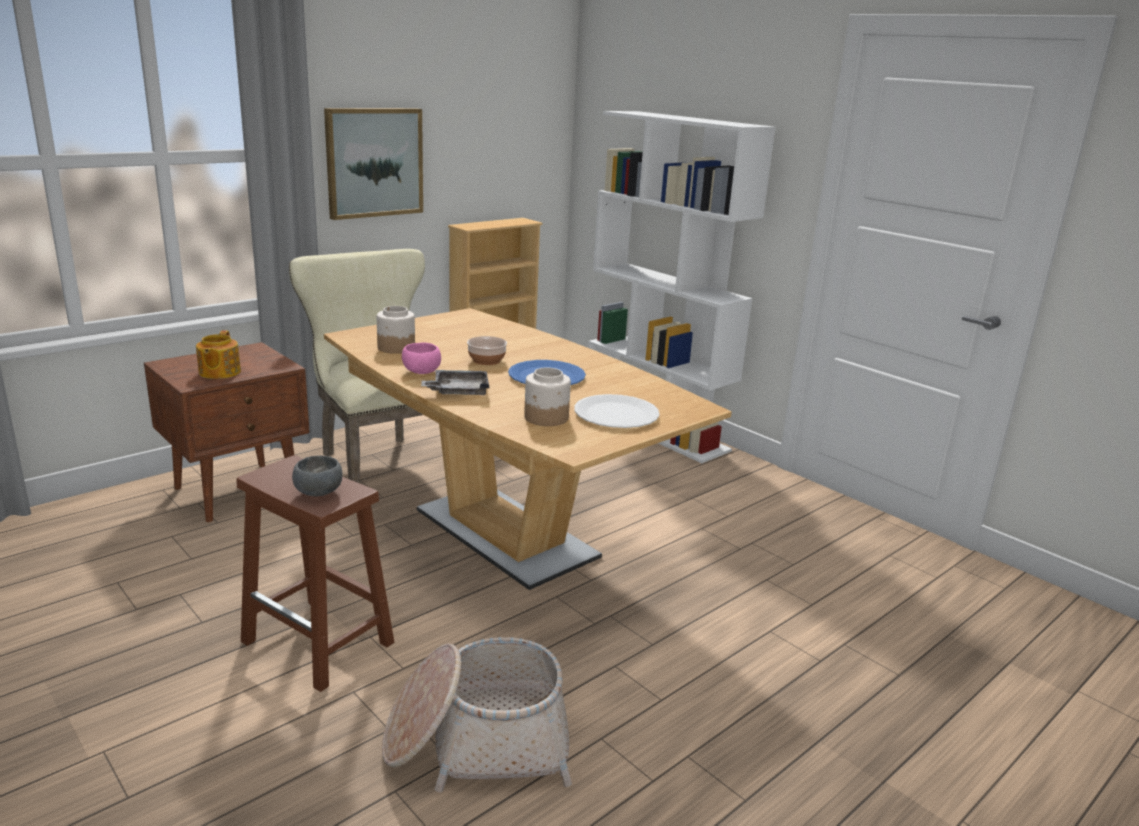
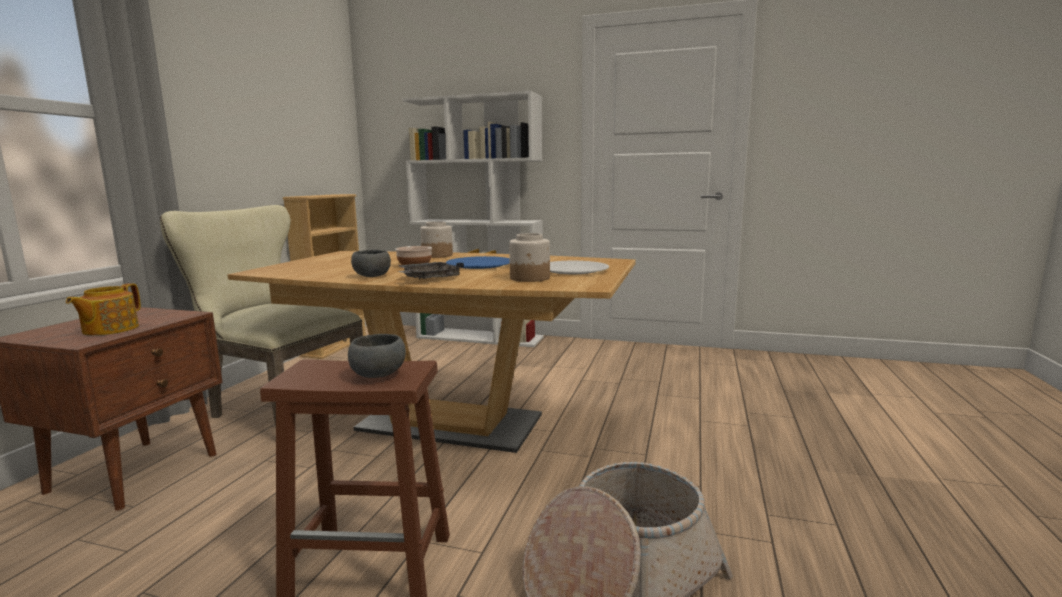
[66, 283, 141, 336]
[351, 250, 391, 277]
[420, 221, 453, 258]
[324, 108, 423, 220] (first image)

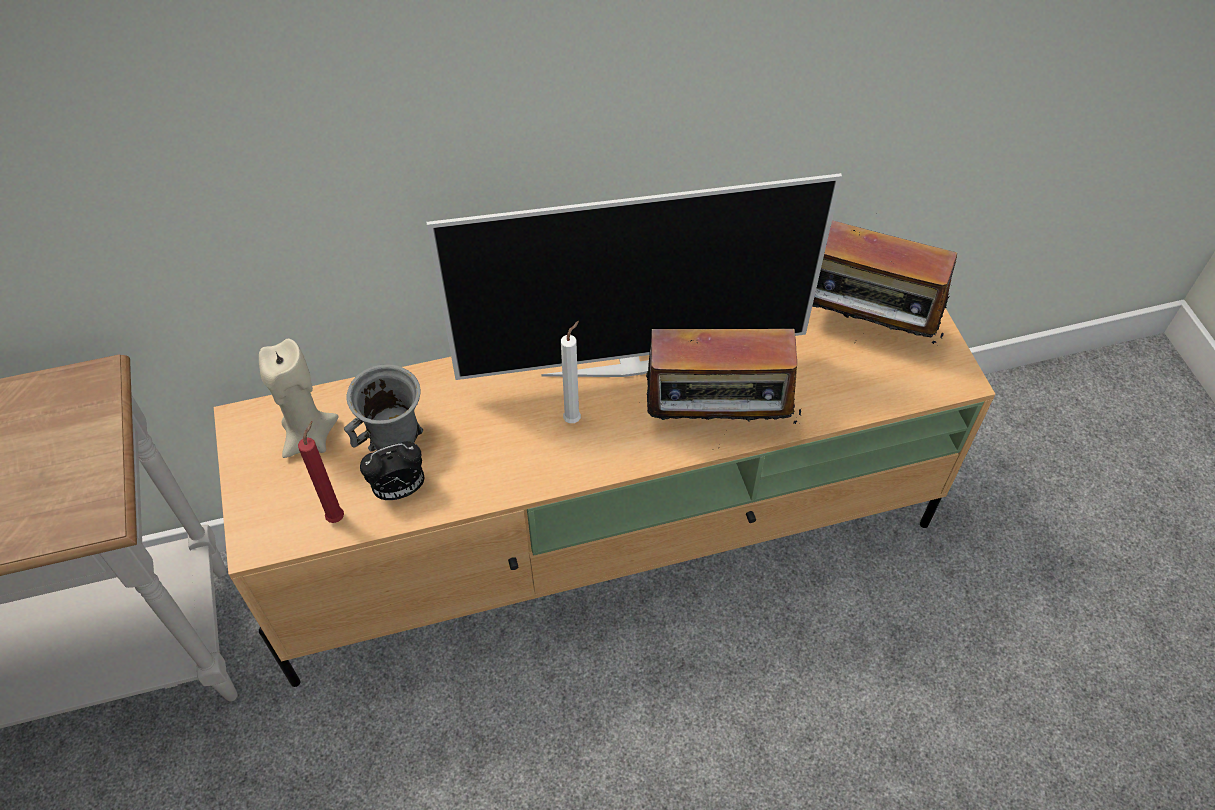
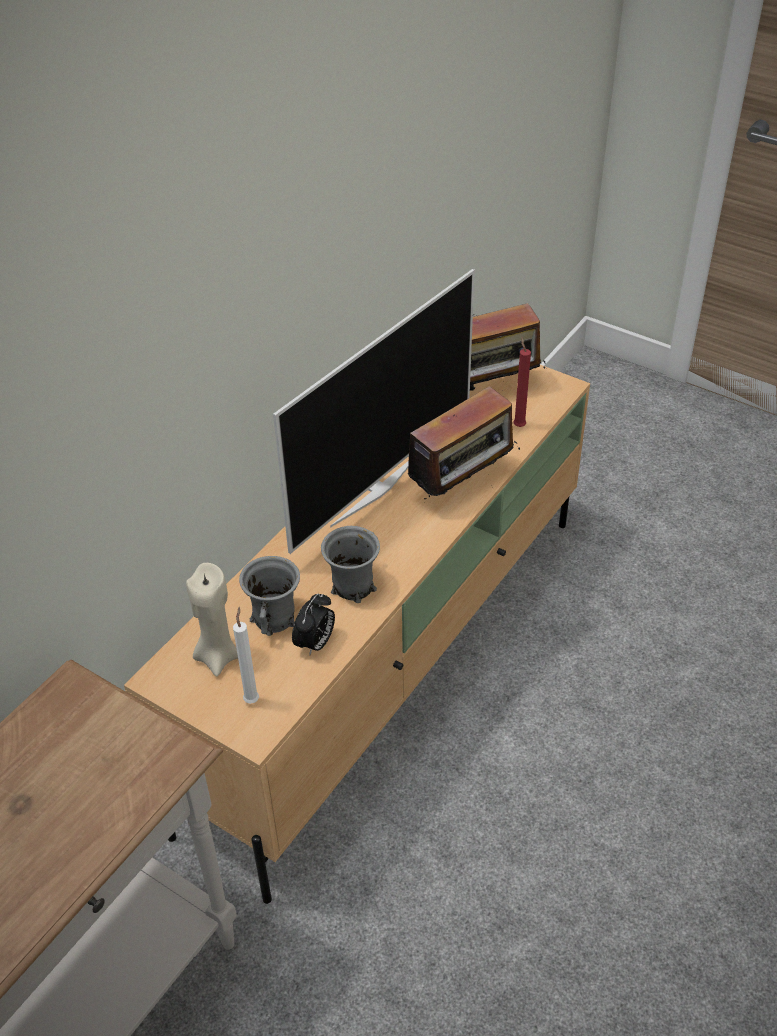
[233, 607, 259, 704]
[321, 526, 380, 603]
[513, 337, 531, 427]

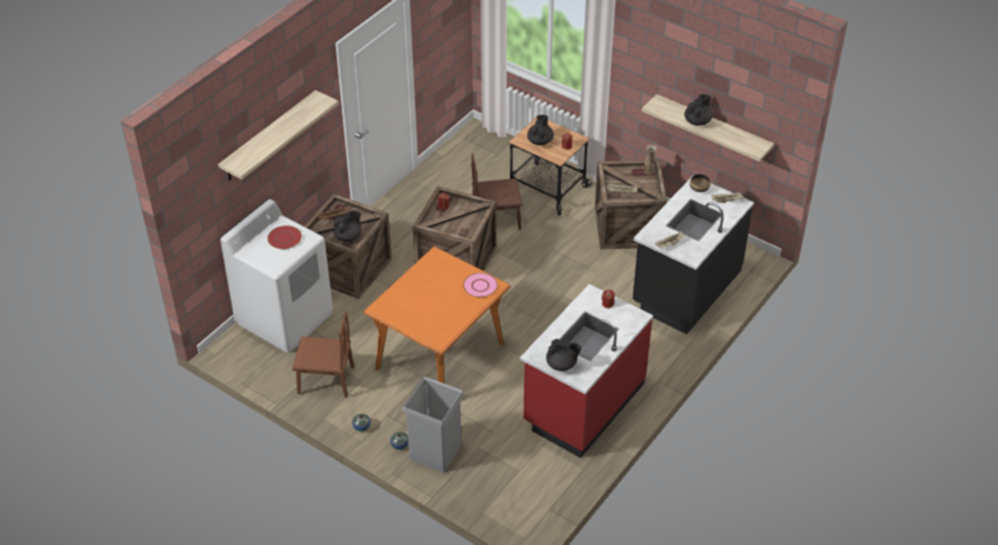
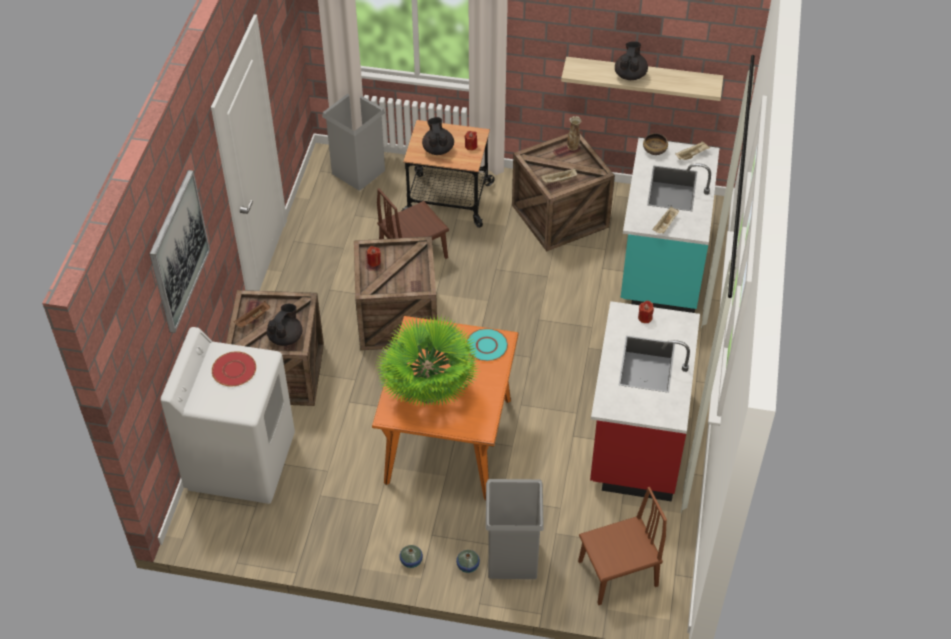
[149, 170, 210, 333]
[322, 94, 385, 191]
[376, 315, 481, 407]
[466, 328, 508, 361]
[578, 487, 667, 605]
[621, 138, 719, 313]
[546, 339, 581, 371] (first image)

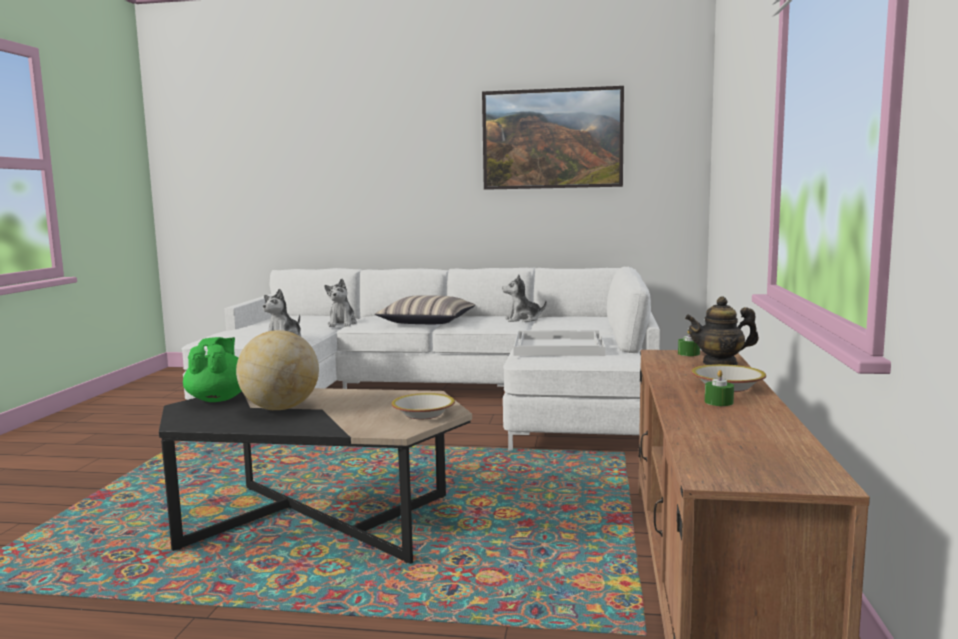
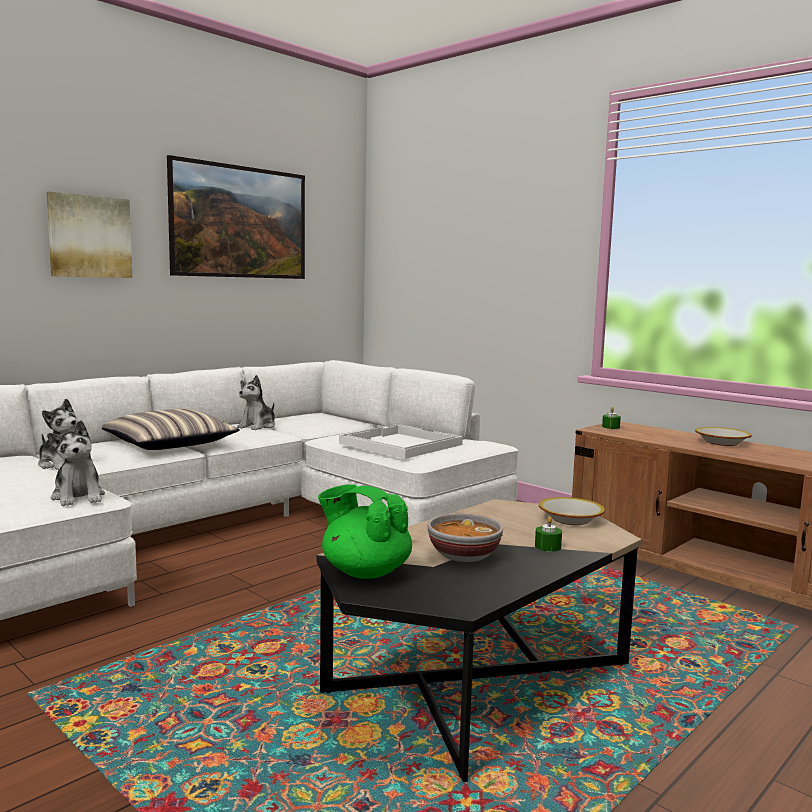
[47, 191, 132, 278]
[428, 513, 503, 562]
[535, 517, 562, 552]
[685, 296, 759, 365] (first image)

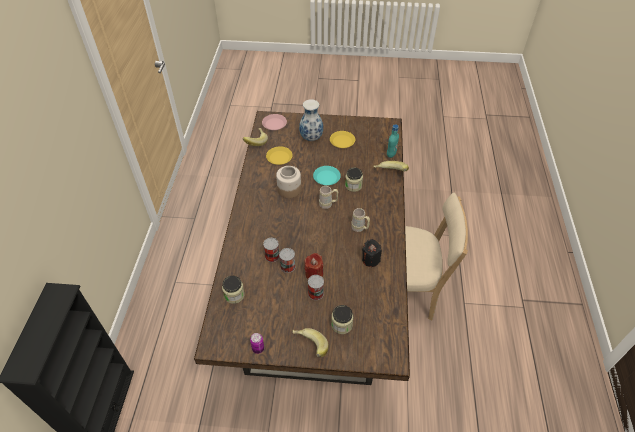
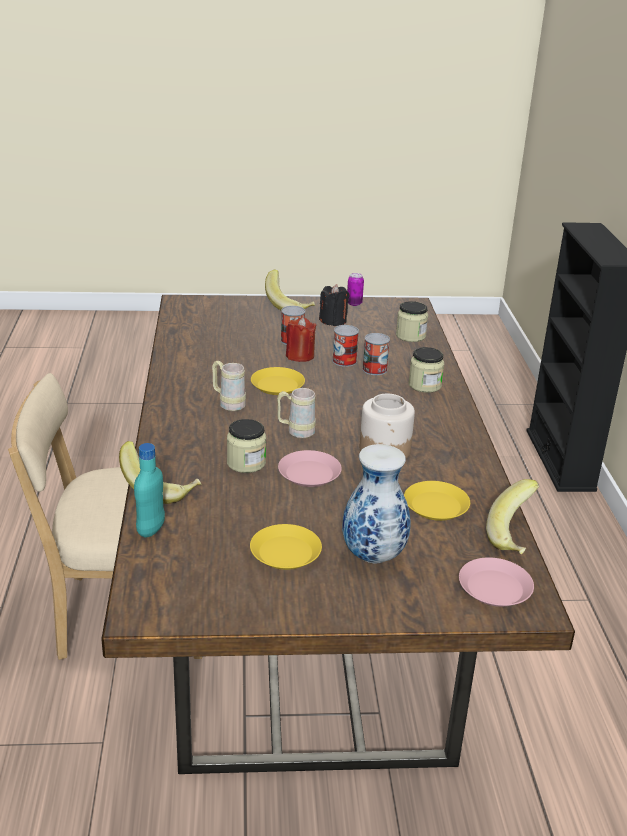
[251, 367, 305, 395]
[278, 450, 342, 487]
[319, 284, 349, 326]
[408, 347, 444, 393]

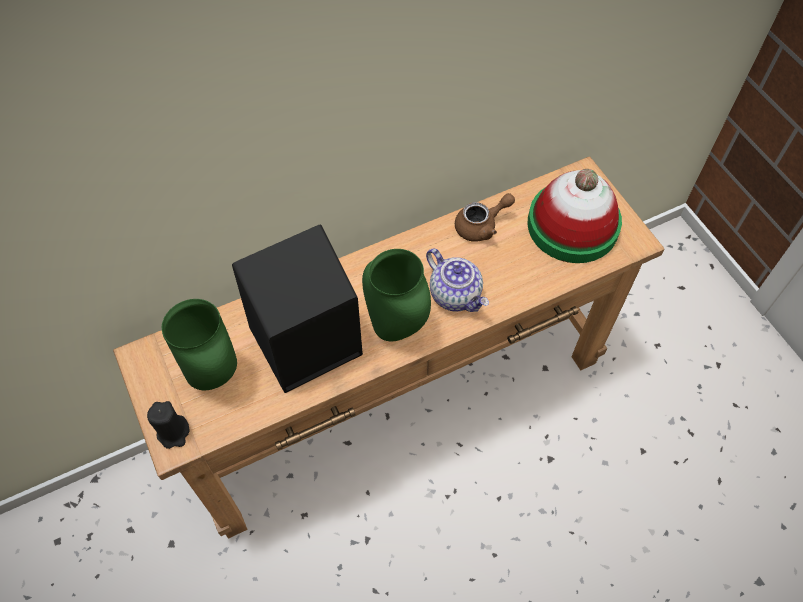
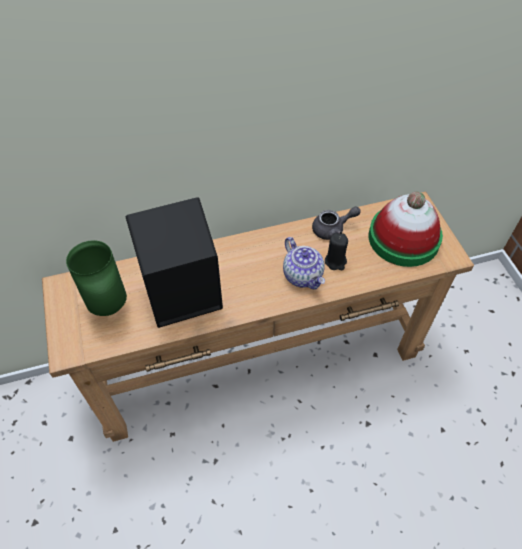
[312, 206, 361, 240]
[325, 233, 348, 270]
[362, 249, 431, 342] (first image)

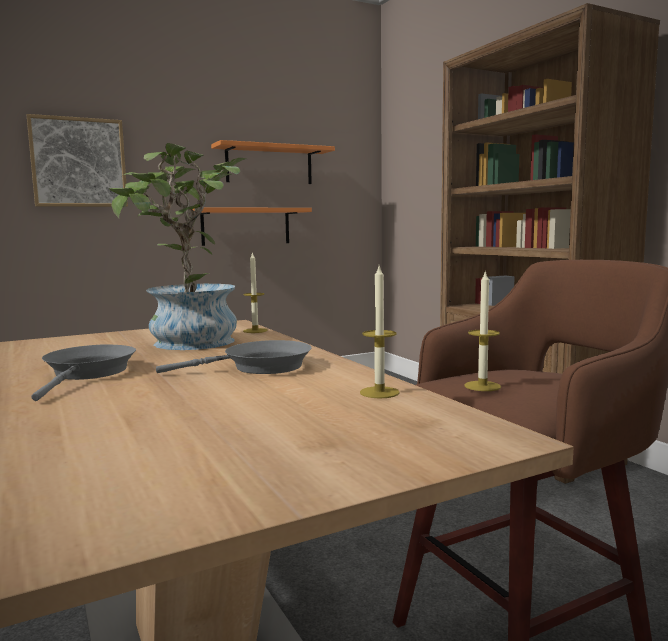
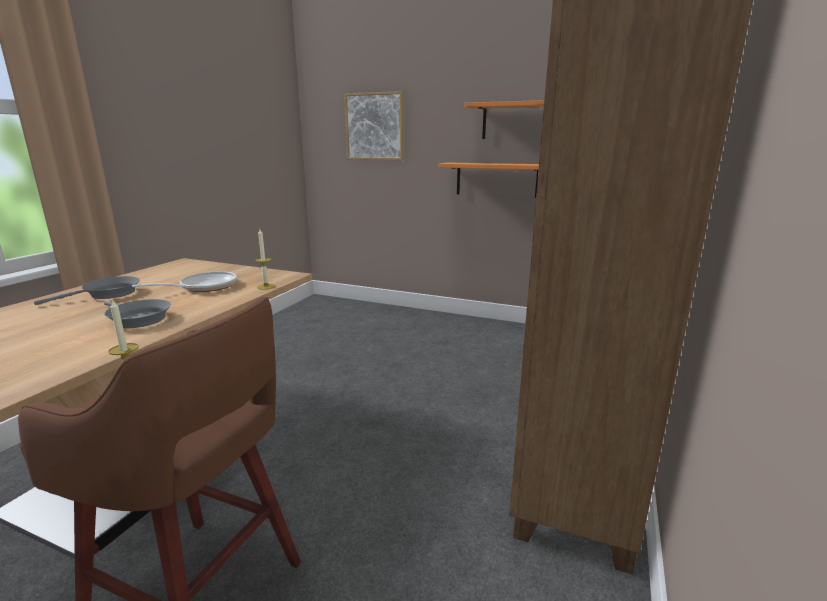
[132, 271, 237, 292]
[360, 266, 400, 398] (first image)

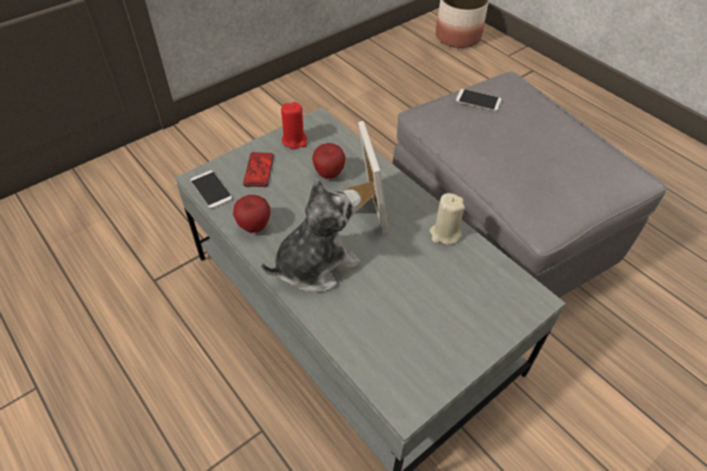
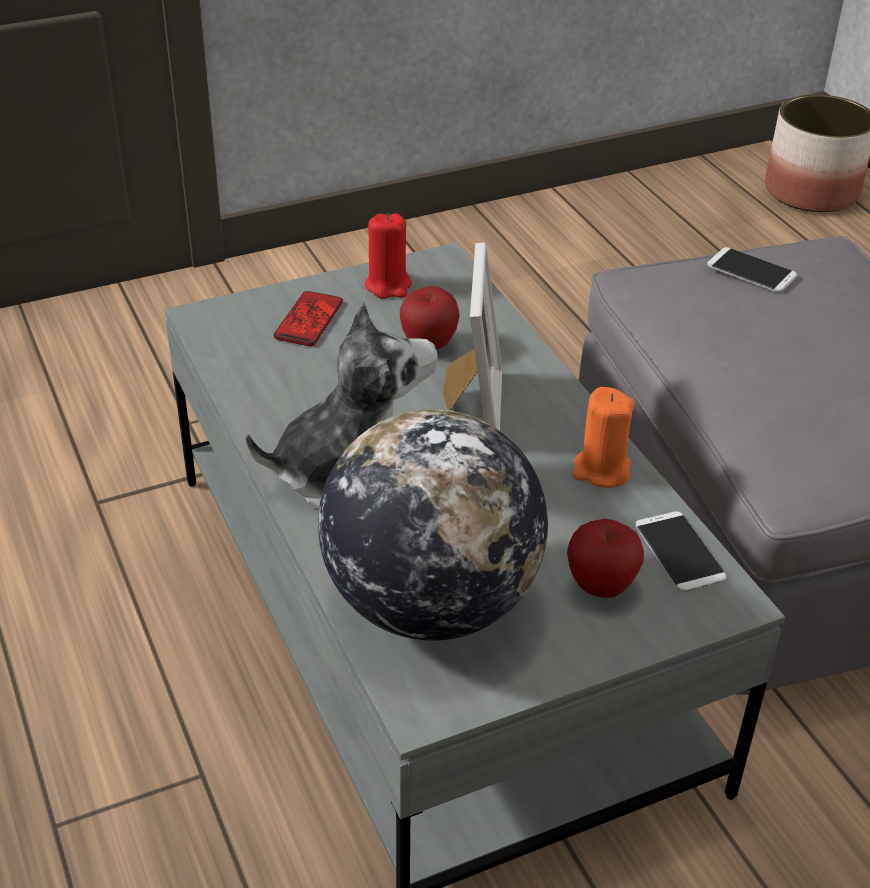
[318, 409, 548, 641]
[567, 519, 644, 598]
[573, 387, 635, 488]
[635, 511, 727, 592]

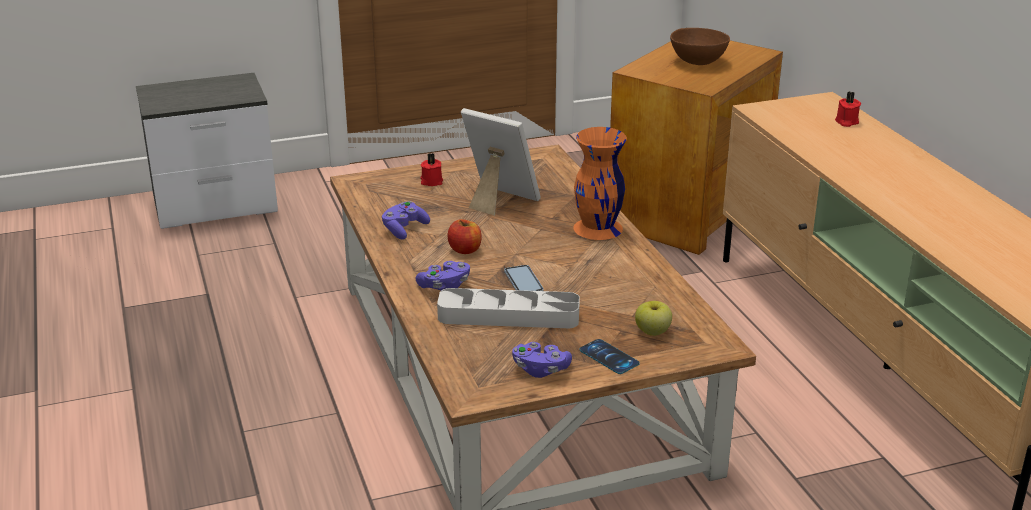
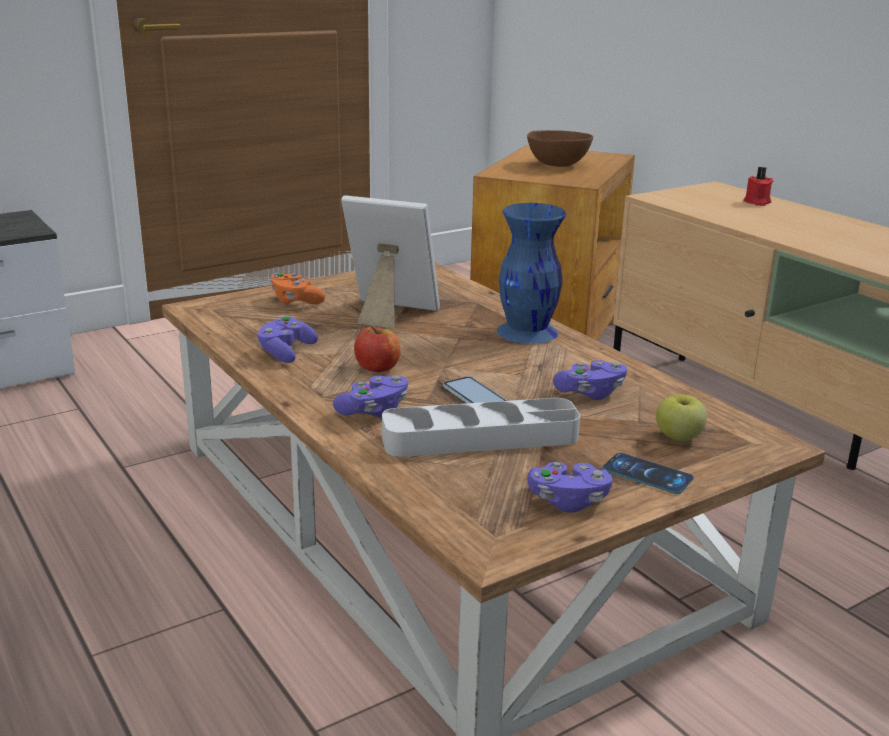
[270, 273, 325, 305]
[497, 203, 566, 344]
[553, 360, 627, 400]

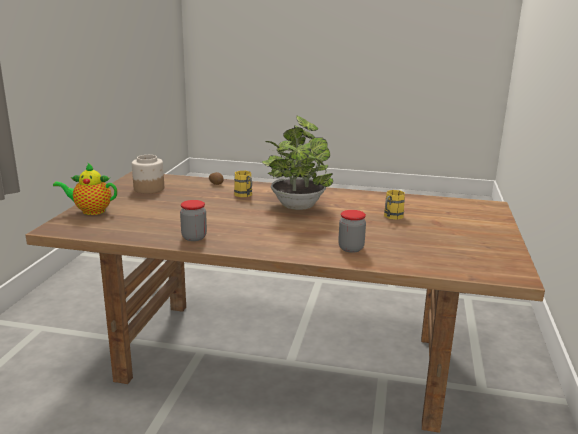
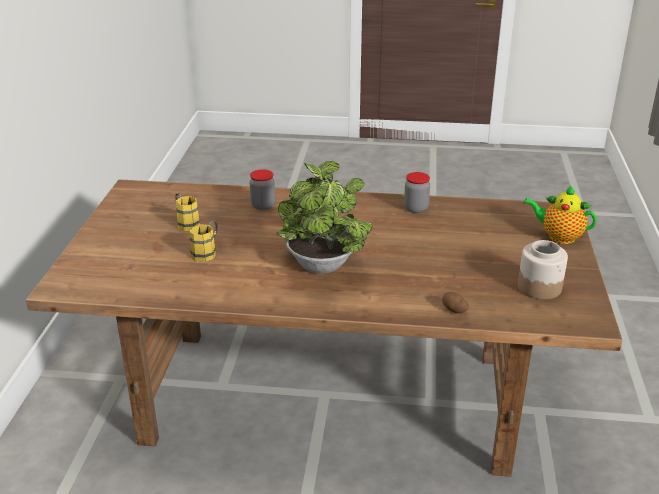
[175, 193, 200, 231]
[523, 185, 597, 244]

